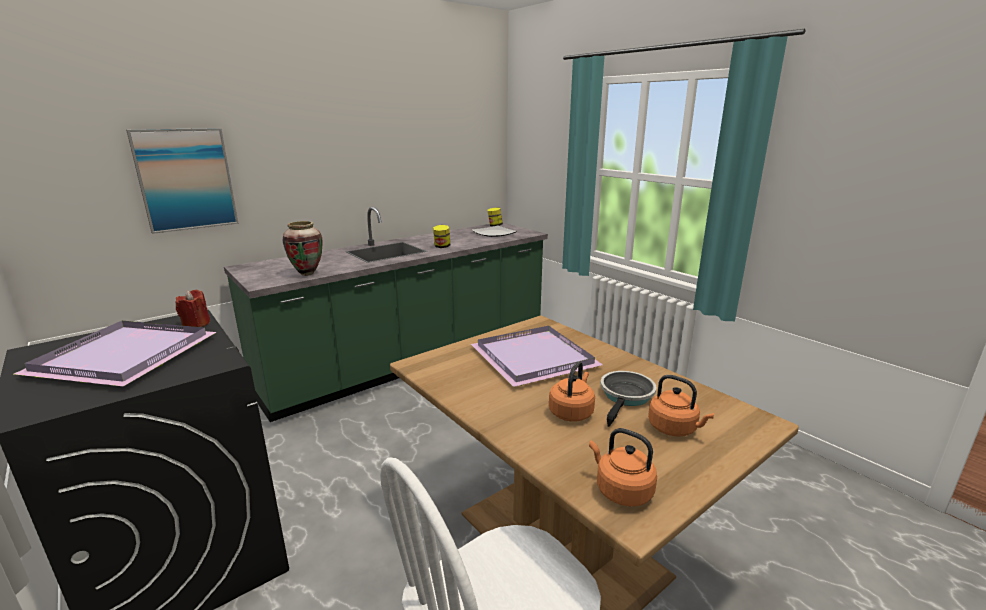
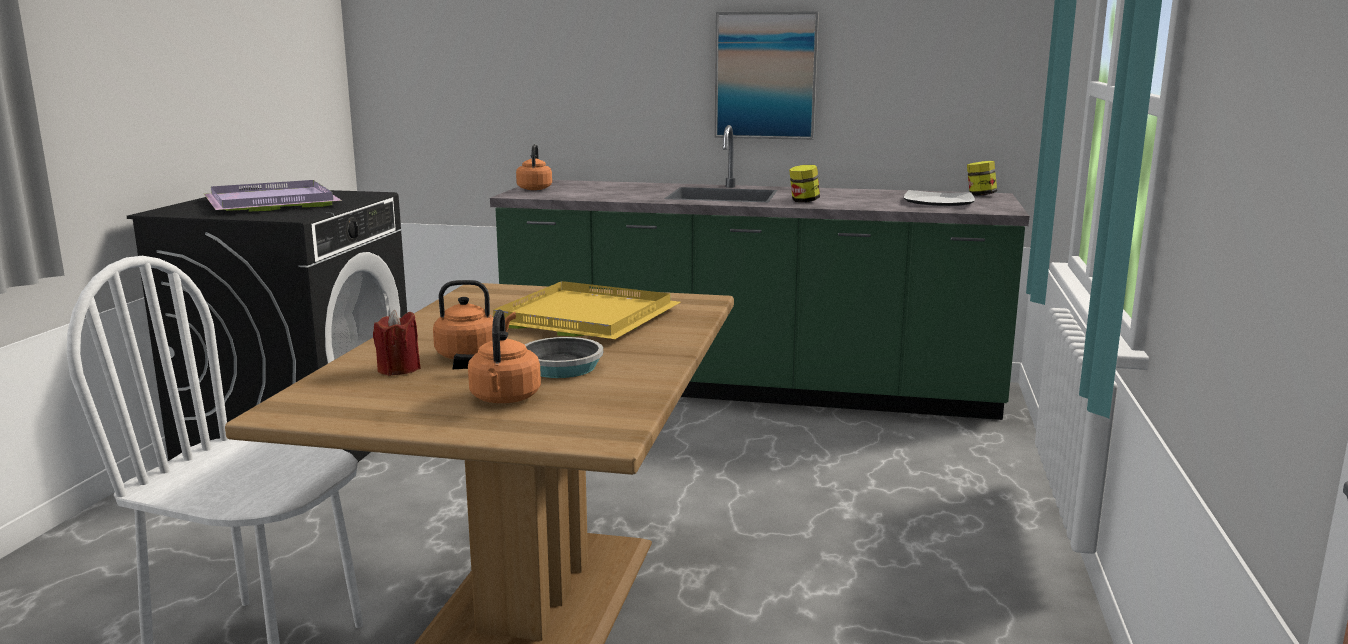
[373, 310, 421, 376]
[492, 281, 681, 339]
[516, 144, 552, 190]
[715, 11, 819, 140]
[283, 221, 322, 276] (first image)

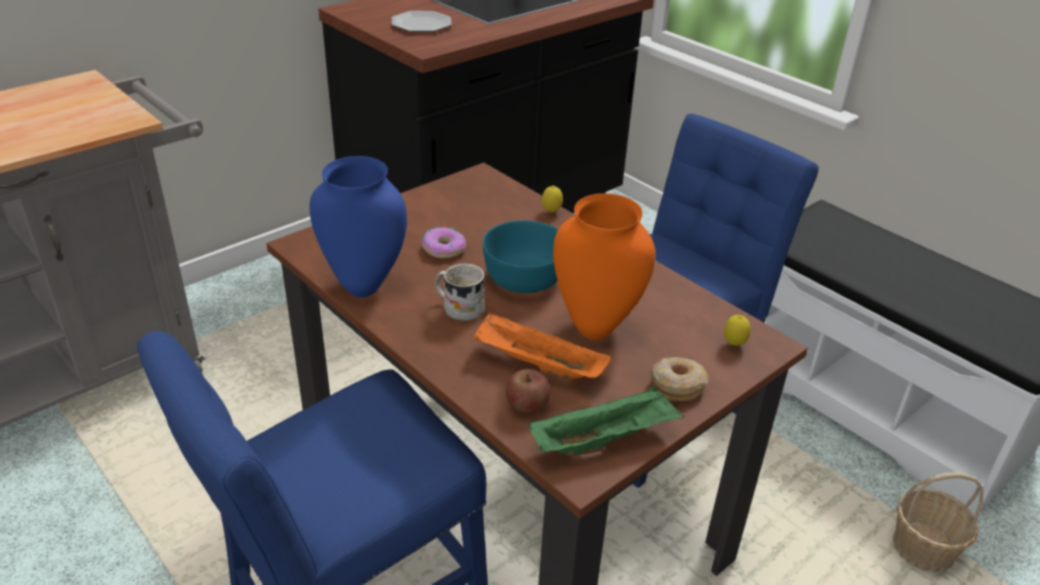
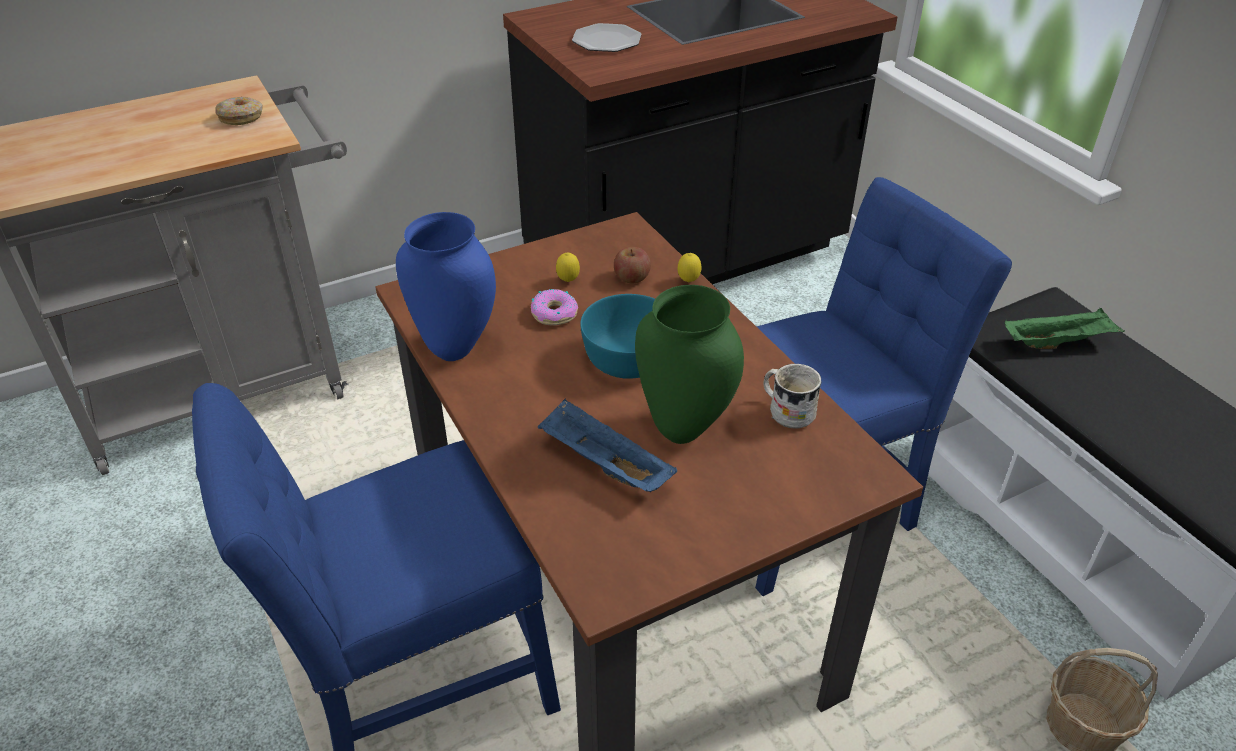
[215, 97, 263, 125]
[538, 399, 677, 492]
[556, 253, 580, 282]
[614, 247, 651, 284]
[635, 285, 744, 444]
[763, 364, 821, 428]
[1004, 308, 1125, 349]

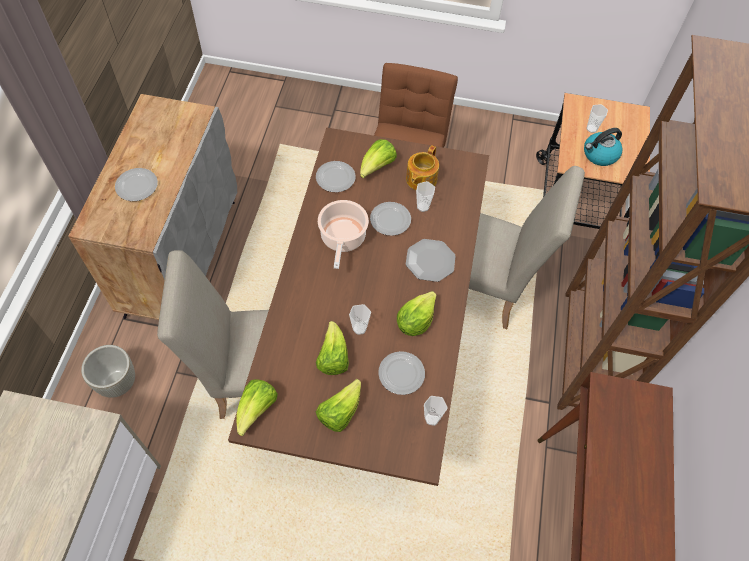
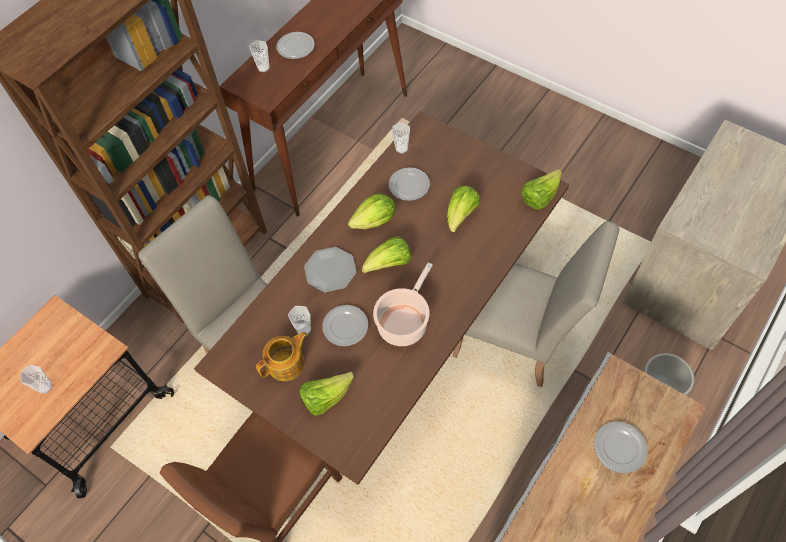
[249, 40, 270, 72]
[276, 32, 315, 59]
[362, 236, 411, 274]
[584, 128, 623, 166] (first image)

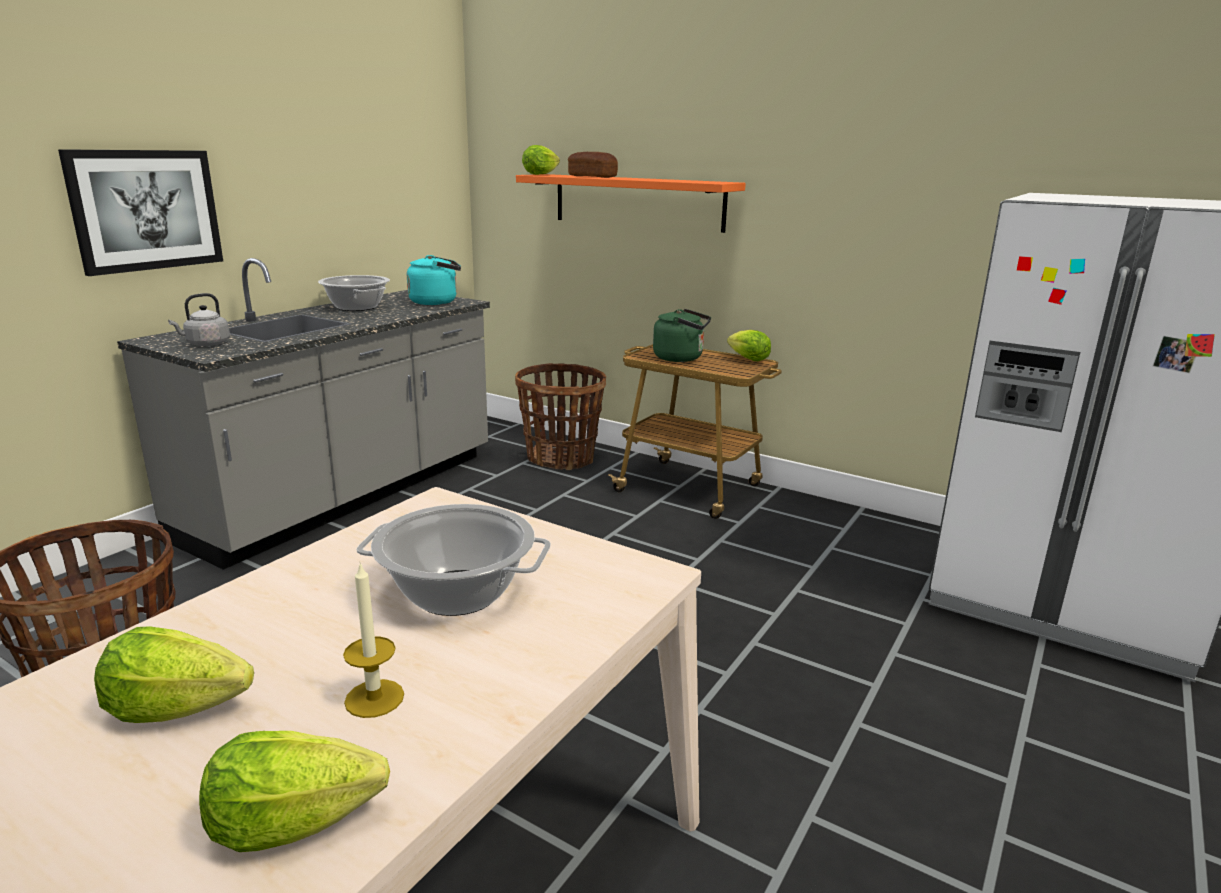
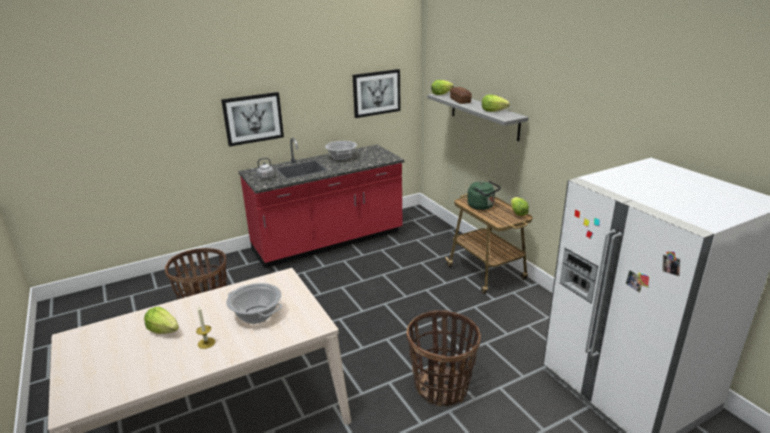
[239, 138, 404, 268]
[353, 69, 401, 118]
[407, 310, 481, 407]
[428, 92, 528, 141]
[482, 95, 510, 112]
[407, 255, 461, 305] (first image)

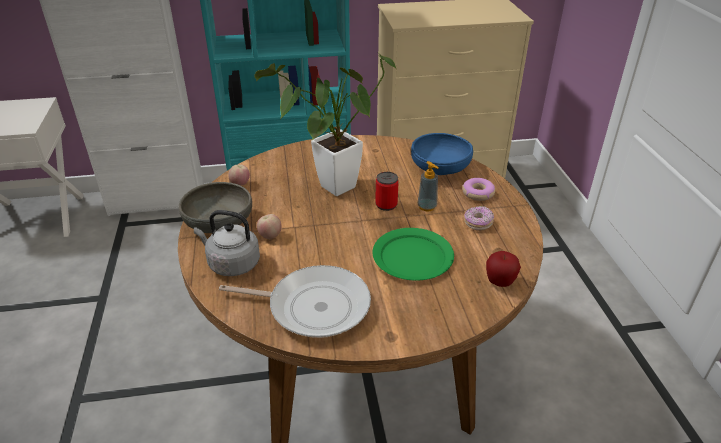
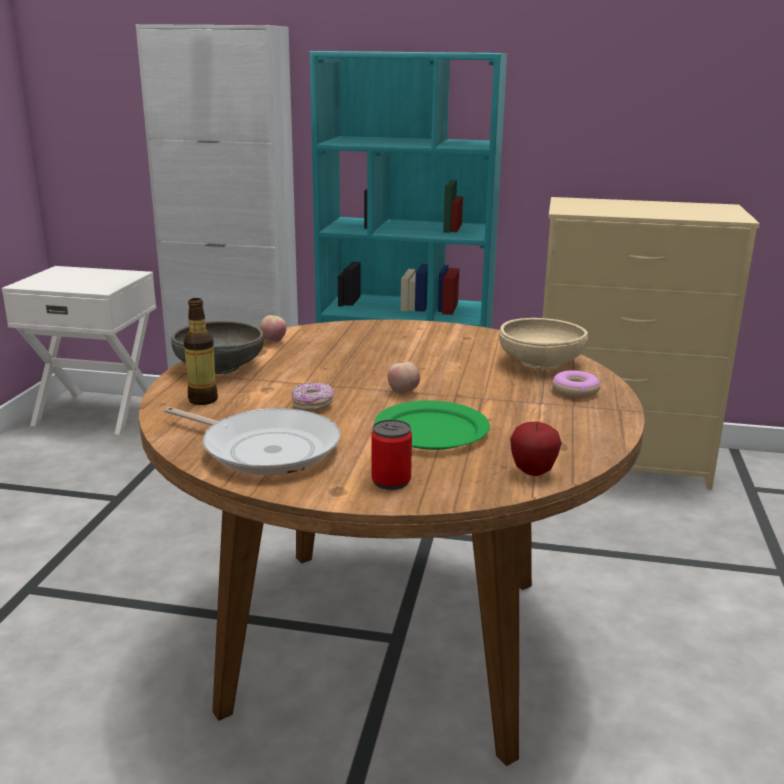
[184, 298, 218, 405]
[291, 383, 334, 412]
[371, 420, 412, 490]
[388, 362, 420, 394]
[499, 318, 588, 370]
[254, 54, 397, 196] (first image)
[418, 161, 438, 211] (first image)

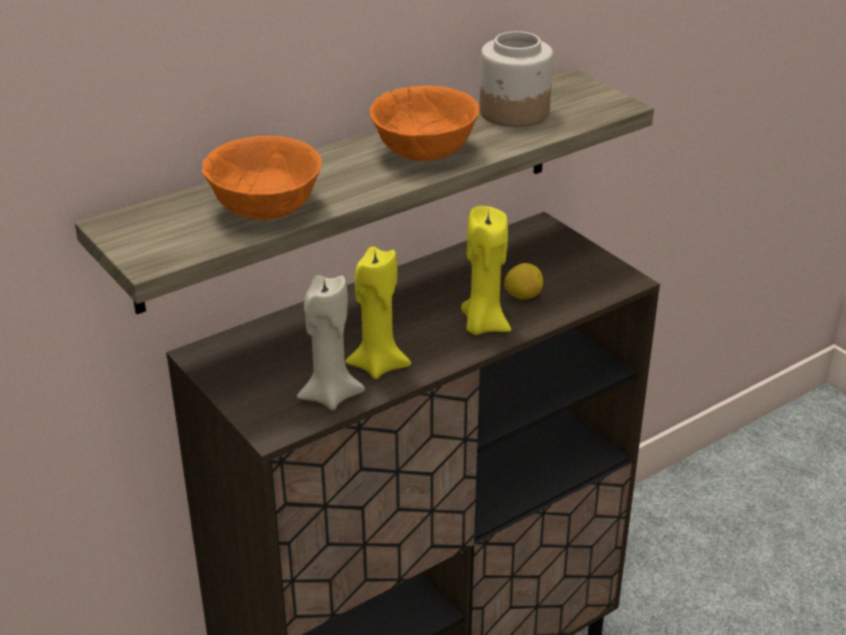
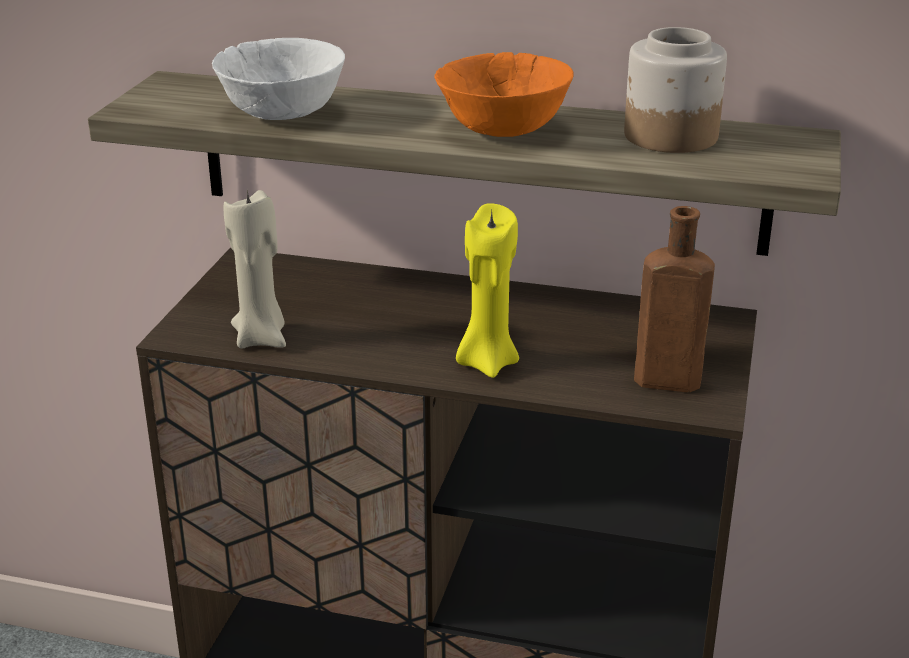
[212, 38, 345, 120]
[634, 206, 715, 393]
[345, 247, 411, 379] (first image)
[504, 263, 543, 299] (first image)

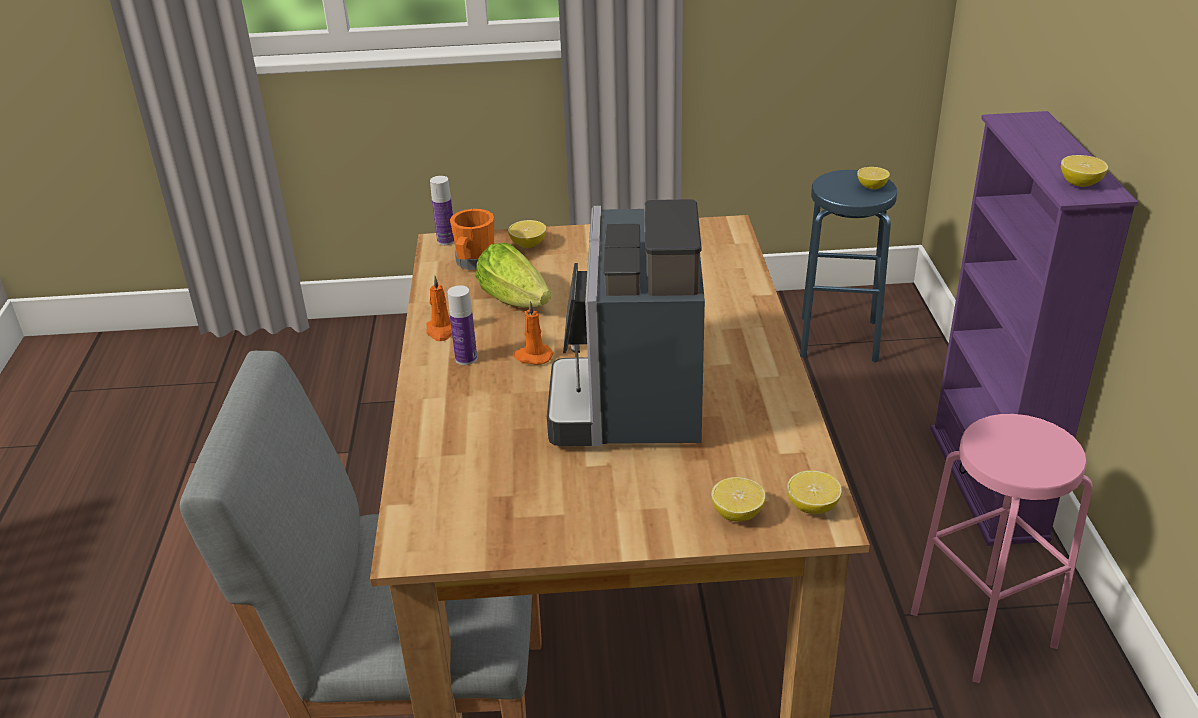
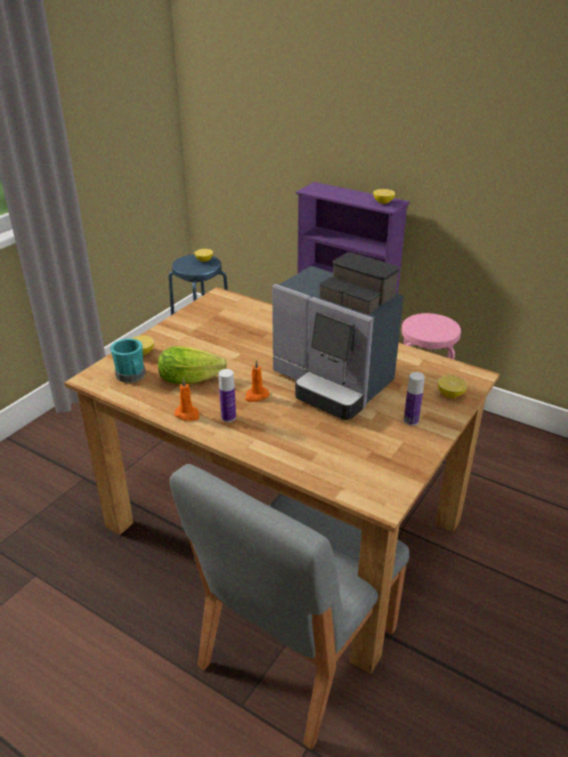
[110, 339, 145, 383]
[404, 372, 425, 426]
[787, 470, 842, 514] (first image)

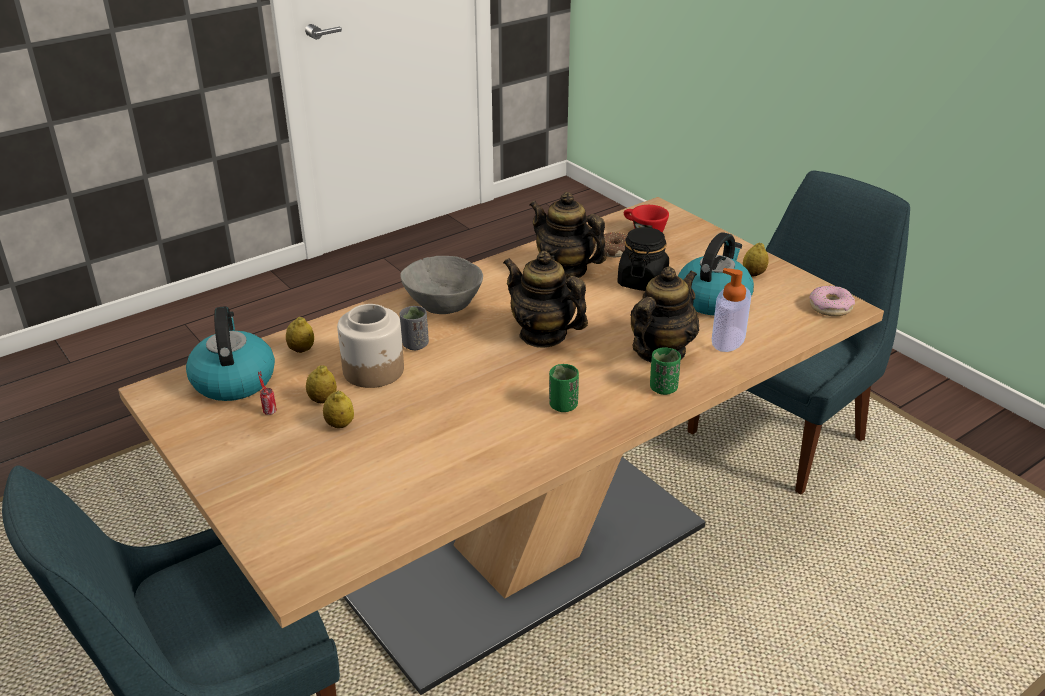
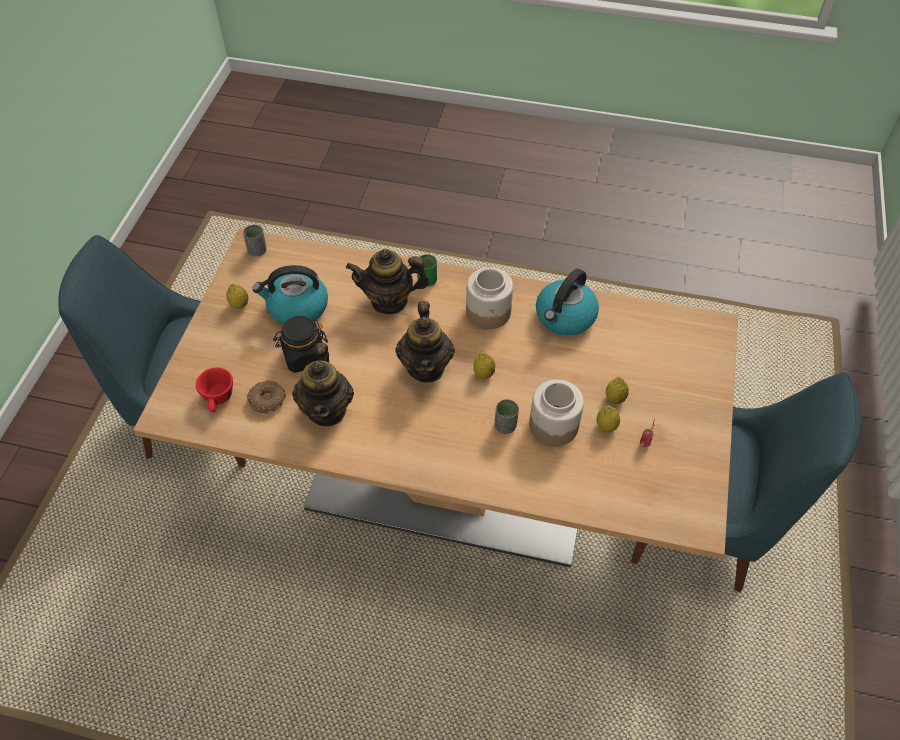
[243, 224, 267, 256]
[466, 267, 513, 329]
[473, 352, 495, 379]
[536, 269, 599, 336]
[400, 256, 483, 314] (first image)
[712, 268, 751, 352] (first image)

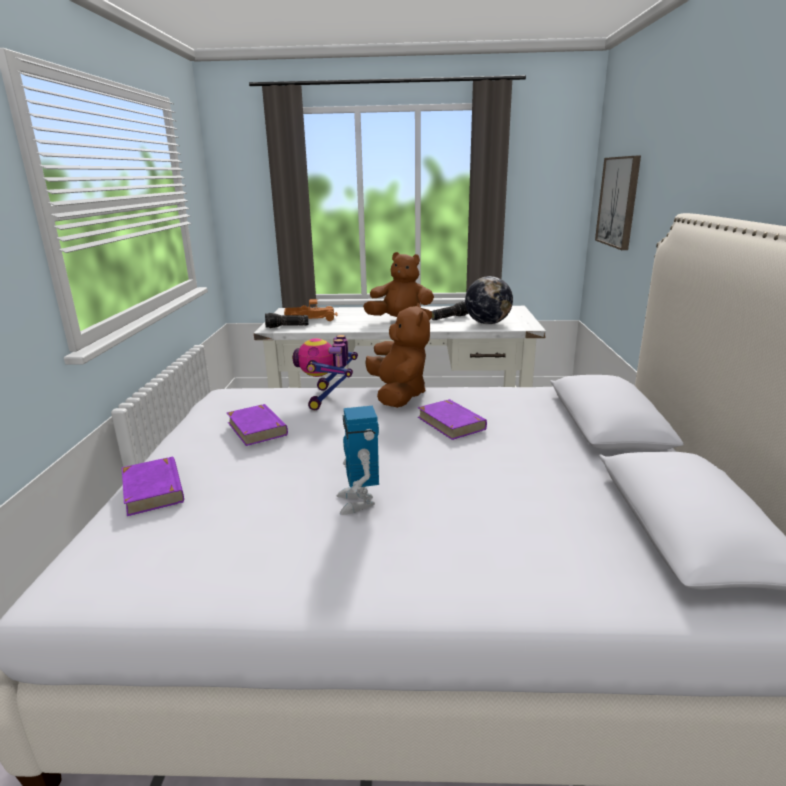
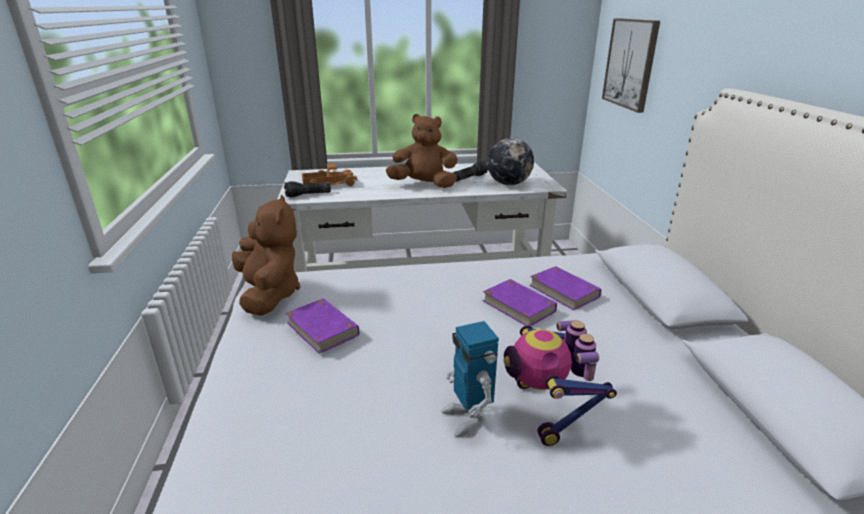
[232, 195, 300, 316]
[504, 320, 617, 446]
[529, 266, 601, 310]

